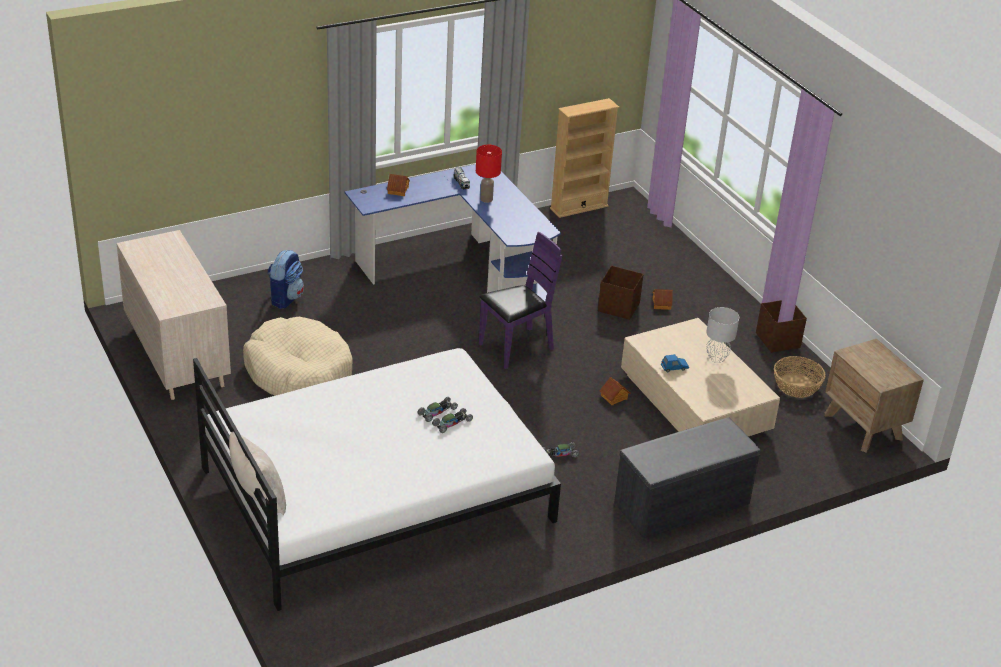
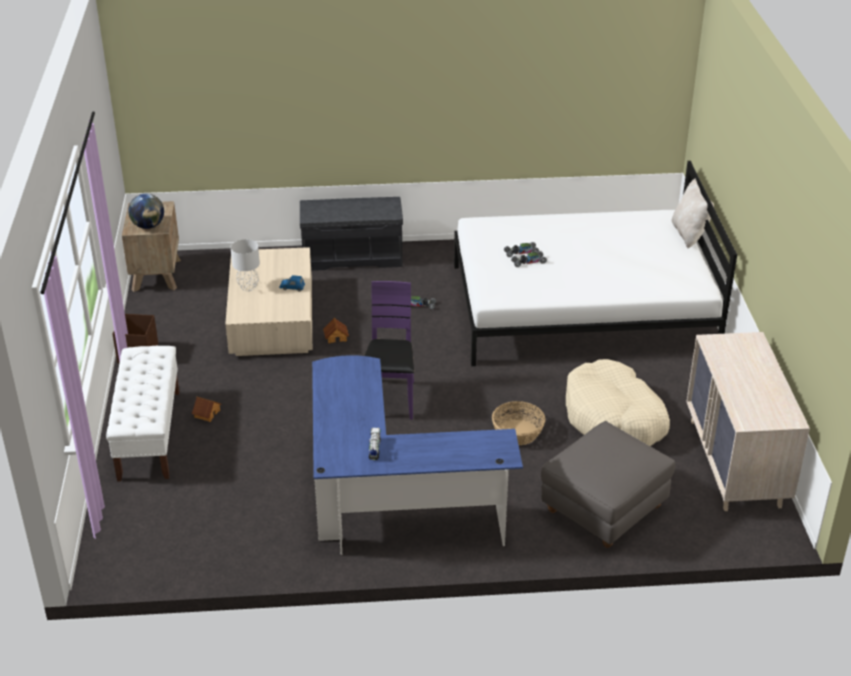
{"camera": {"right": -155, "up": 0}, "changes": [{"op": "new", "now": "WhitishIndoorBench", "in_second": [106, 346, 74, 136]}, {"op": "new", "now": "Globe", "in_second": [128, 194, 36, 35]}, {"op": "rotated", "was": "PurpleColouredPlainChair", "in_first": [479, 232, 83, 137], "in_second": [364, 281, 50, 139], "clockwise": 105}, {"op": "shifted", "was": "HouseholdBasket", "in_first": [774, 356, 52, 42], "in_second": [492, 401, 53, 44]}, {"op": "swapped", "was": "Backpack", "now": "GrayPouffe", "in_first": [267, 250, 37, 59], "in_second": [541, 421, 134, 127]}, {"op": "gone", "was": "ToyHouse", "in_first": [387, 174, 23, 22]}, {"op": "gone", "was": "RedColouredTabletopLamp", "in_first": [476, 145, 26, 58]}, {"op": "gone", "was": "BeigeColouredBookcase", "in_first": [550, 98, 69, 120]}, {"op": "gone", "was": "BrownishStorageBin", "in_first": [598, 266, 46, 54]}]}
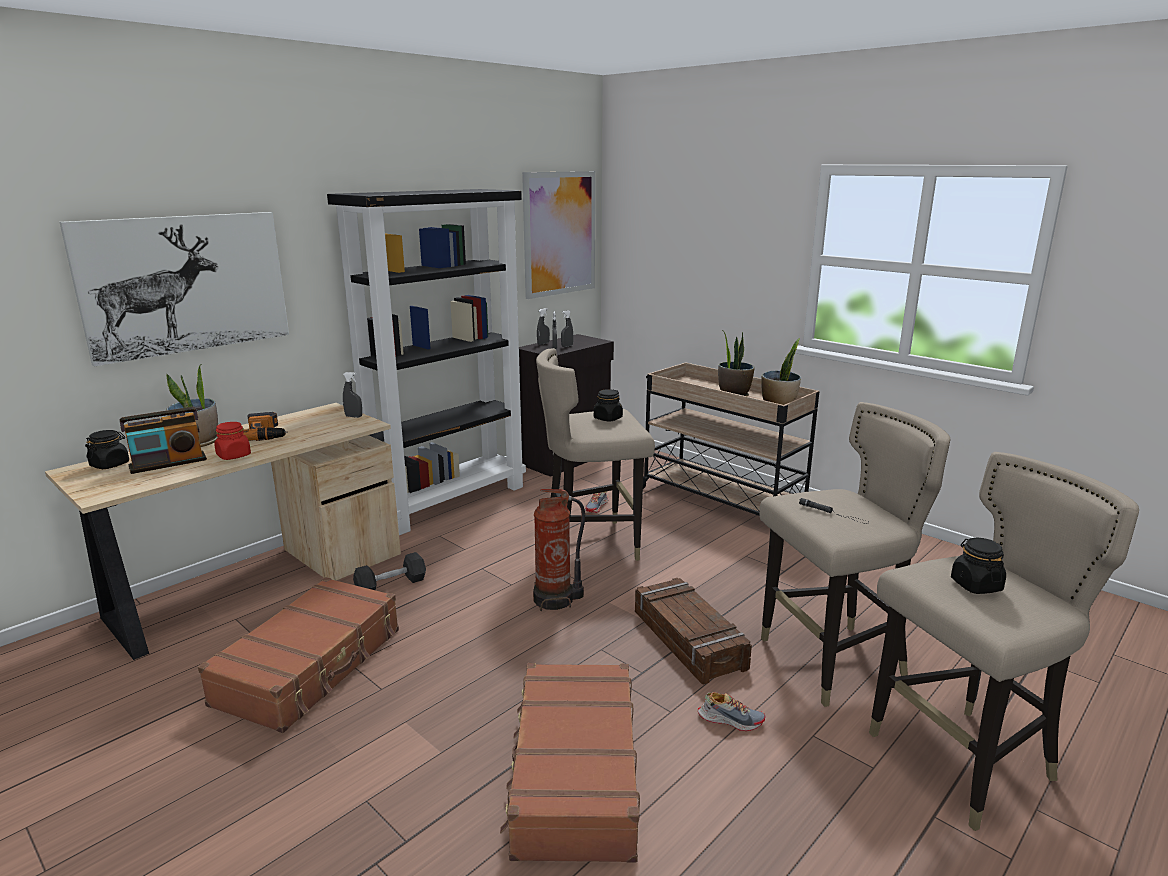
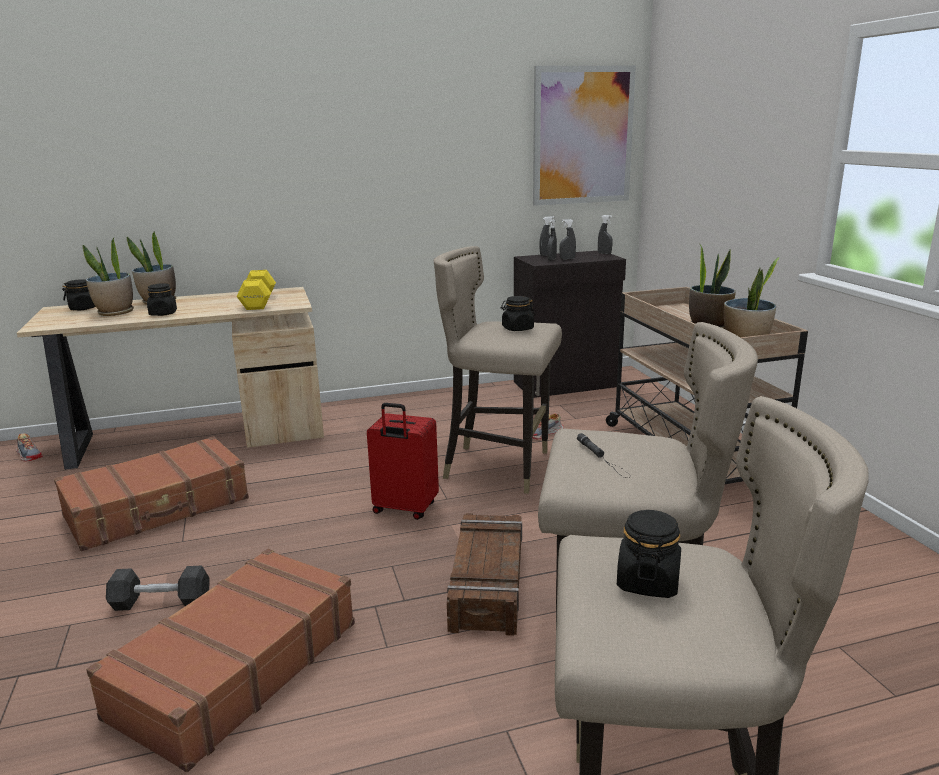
{"camera": {"right": 30, "up": 0}, "changes": [{"op": "shifted", "was": "Shoe", "in_first": [698, 692, 68, 39], "in_second": [16, 434, 27, 27]}, {"op": "swapped", "was": "RadioReceiver", "now": "Houseplant", "in_first": [119, 407, 88, 67], "in_second": [83, 238, 51, 78]}, {"op": "shifted", "was": "BlackHandWeight", "in_first": [353, 552, 73, 38], "in_second": [106, 565, 104, 46]}, {"op": "repainted", "was": "RedColouredPreserveJar", "now": "BlackPreserveJar", "in_first": [214, 422, 37, 38], "in_second": [147, 283, 30, 33]}, {"op": "new", "now": "YellowHandWeight", "in_second": [237, 270, 39, 40]}, {"op": "swapped", "was": "FireExtinguisher", "now": "RedColouredTravelCase", "in_first": [533, 489, 52, 122], "in_second": [367, 403, 72, 117]}, {"op": "shifted", "was": "GraySprayer", "in_first": [343, 372, 19, 46], "in_second": [598, 215, 15, 39]}, {"op": "gone", "was": "WallArt", "in_first": [59, 212, 230, 154]}, {"op": "gone", "was": "PowerDrill", "in_first": [243, 412, 45, 29]}, {"op": "gone", "was": "BlackBookcase", "in_first": [327, 189, 199, 346]}]}
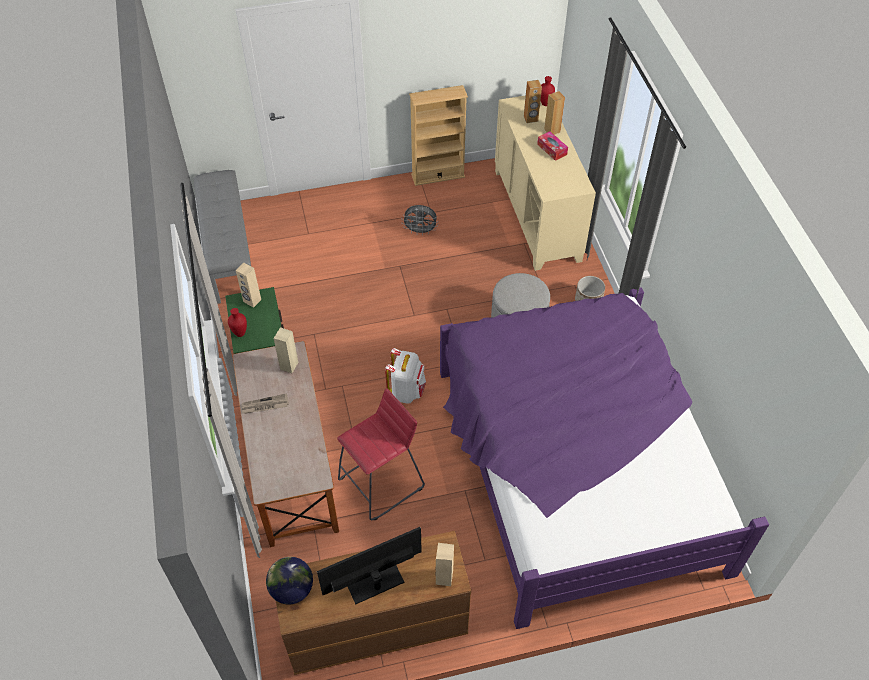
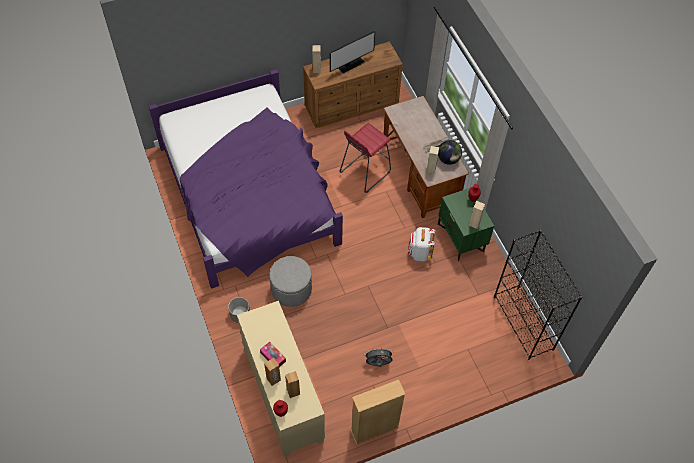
{"camera": {"right": 170, "up": 5}, "changes": [{"op": "shifted", "was": "WhitishBackpack", "in_first": [385, 348, 41, 56], "in_second": [408, 227, 27, 34]}, {"op": "shifted", "was": "Globe", "in_first": [266, 557, 47, 48], "in_second": [438, 140, 24, 25]}, {"op": "swapped", "was": "GrayIndoorBench", "now": "BlackBookcase", "in_first": [194, 170, 57, 134], "in_second": [494, 230, 89, 130]}]}
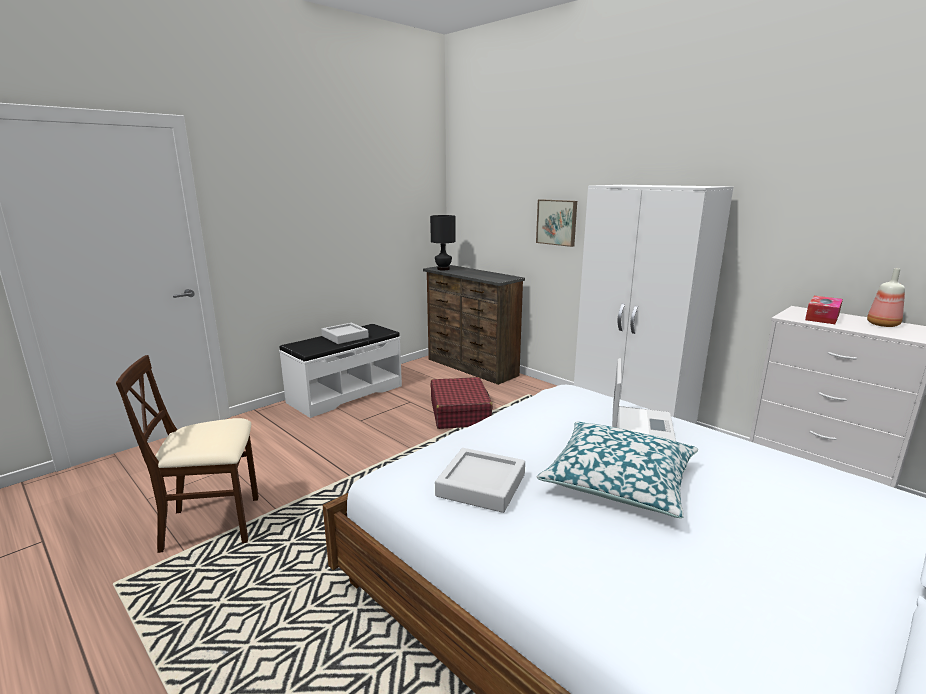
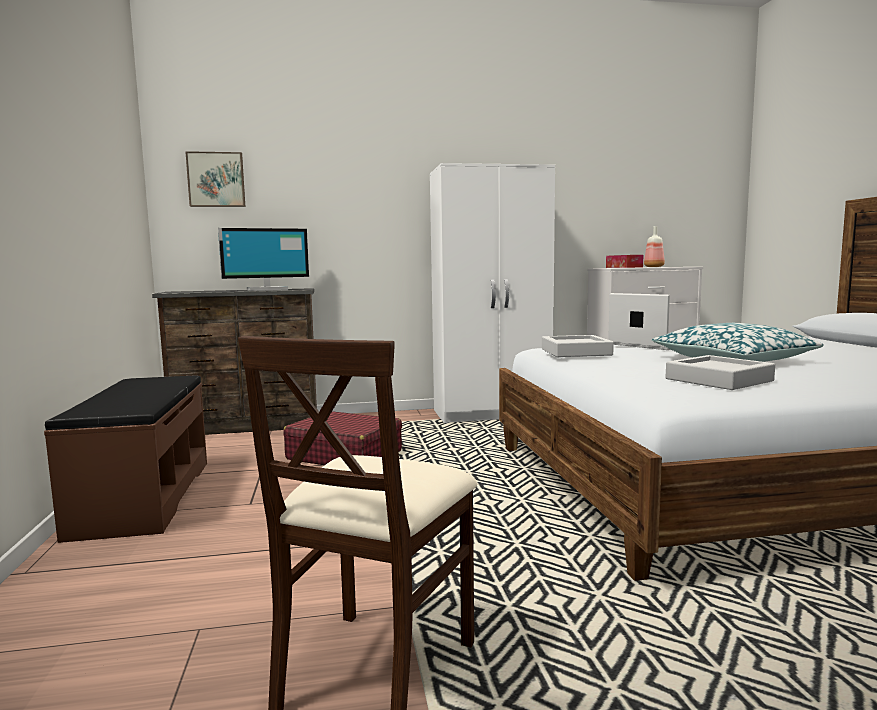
{"camera": {"right": -55, "up": -10}, "changes": [{"op": "repainted", "was": "WhitishIndoorBench", "now": "BrownishIndoorBench", "in_first": [279, 324, 123, 94], "in_second": [44, 376, 163, 167]}, {"op": "shifted", "was": "WallArt", "in_first": [536, 199, 41, 48], "in_second": [185, 151, 60, 56]}, {"op": "new", "now": "ComputerDisplay", "in_second": [218, 228, 91, 63]}, {"op": "shifted", "was": "GrayTray", "in_first": [321, 323, 48, 21], "in_second": [542, 335, 72, 22]}, {"op": "gone", "was": "BlackTabletopLamp", "in_first": [430, 215, 25, 55]}]}
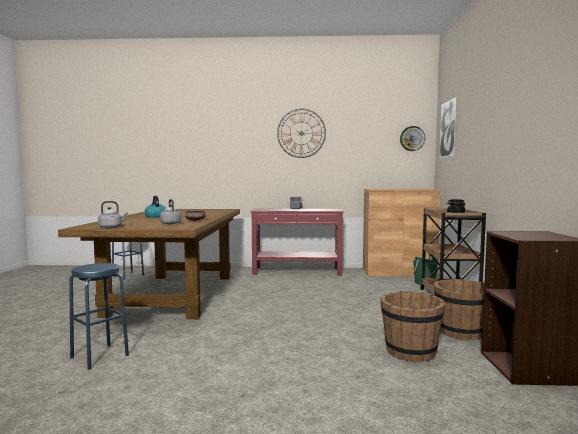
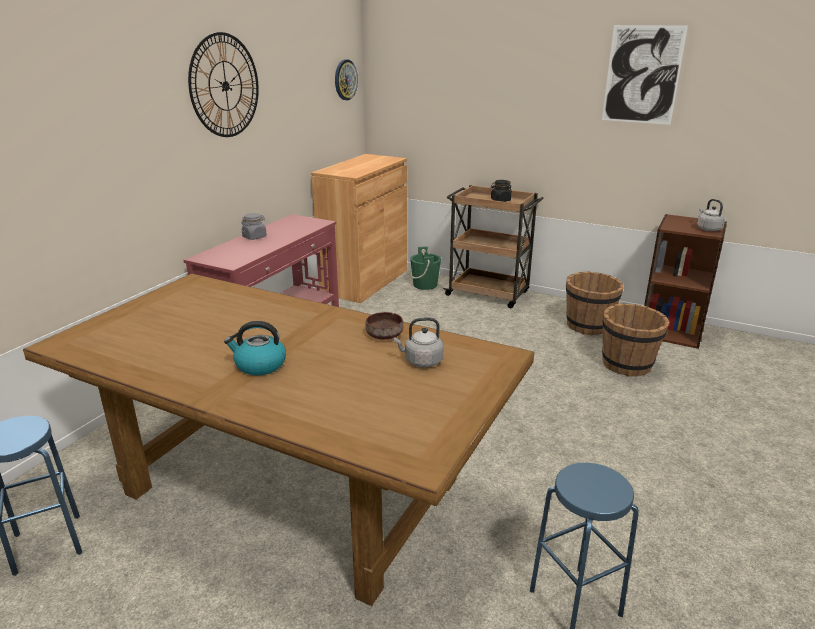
{"camera": {"right": -65, "up": 20}, "changes": [{"op": "shifted", "was": "WallArt", "in_first": [440, 97, 16, 61], "in_second": [602, 25, 86, 100]}, {"op": "shifted", "was": "GrayKettle", "in_first": [98, 201, 30, 27], "in_second": [697, 199, 28, 32]}]}
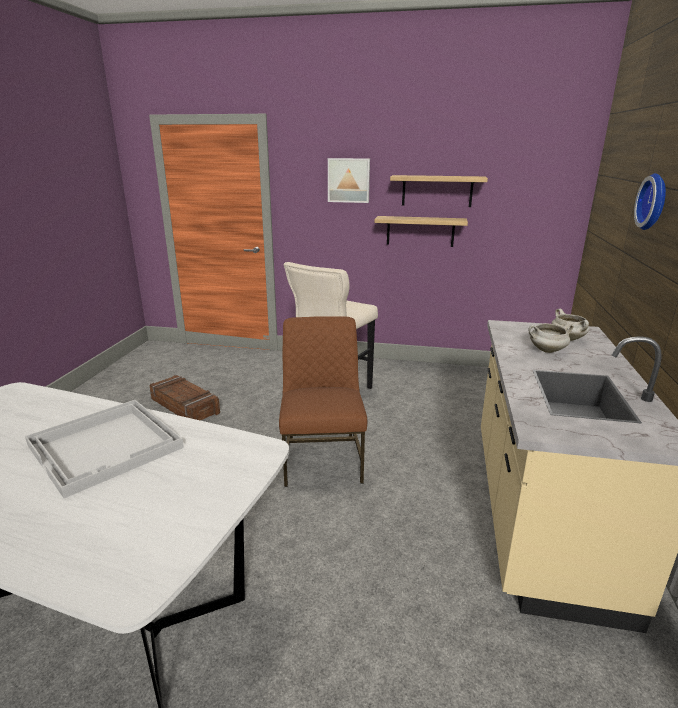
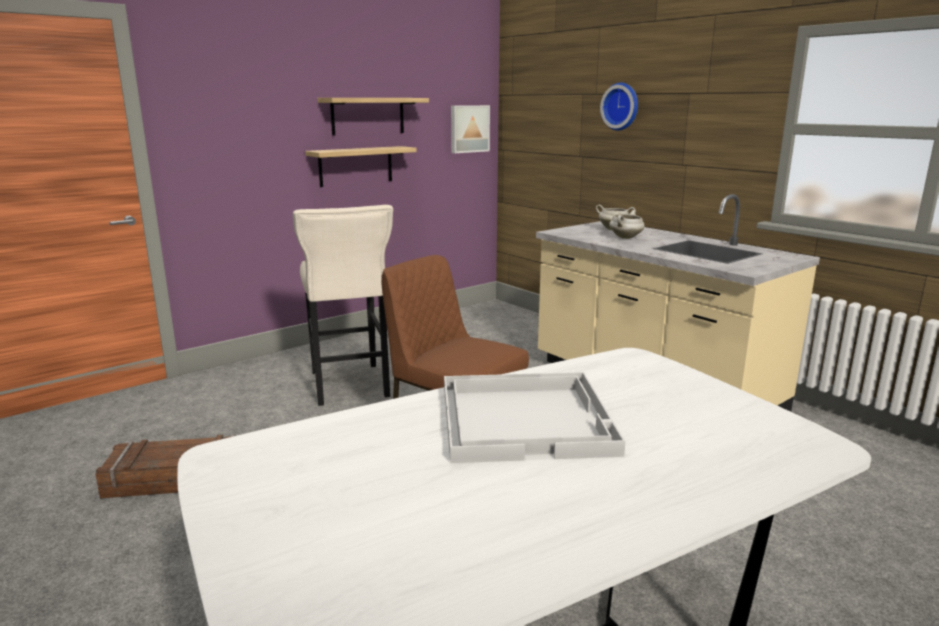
{"camera": {"right": -50, "up": -5}, "changes": [{"op": "shifted", "was": "WallArt", "in_first": [328, 158, 42, 45], "in_second": [451, 105, 39, 48]}]}
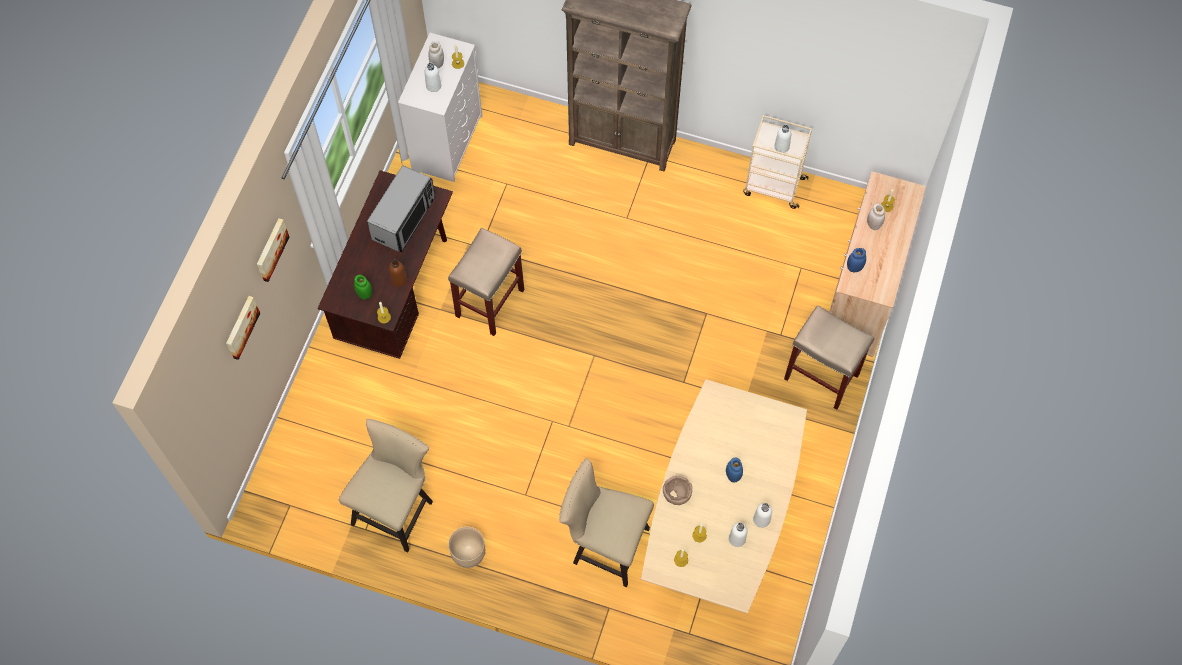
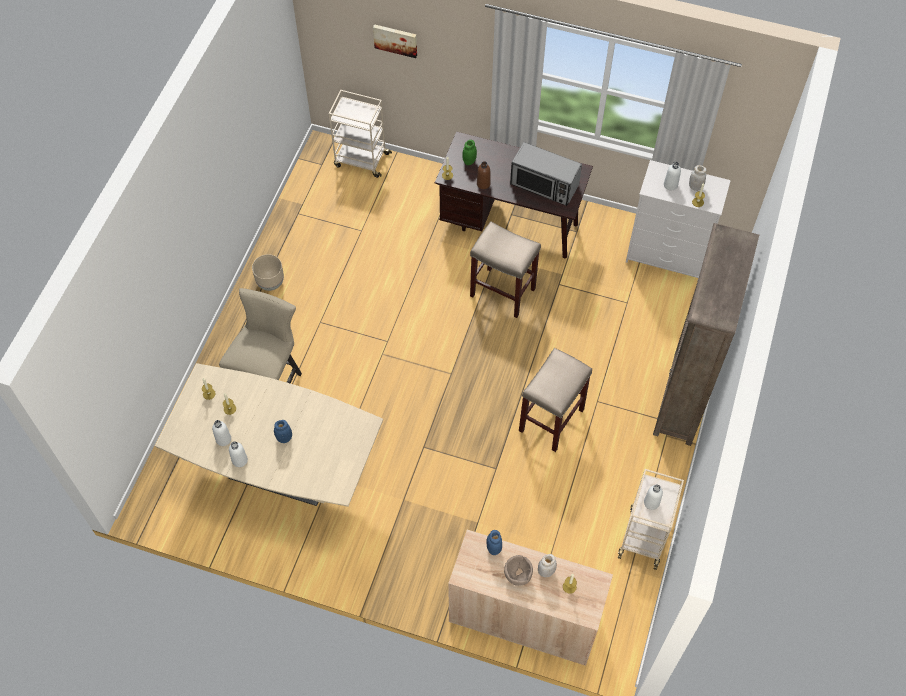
{"camera": {"right": 90, "up": -5}, "changes": [{"op": "new", "now": "BeigeColouredWheeledCart", "in_second": [329, 90, 63, 88]}, {"op": "shifted", "was": "BrownishServingBowl", "in_first": [663, 476, 29, 29], "in_second": [504, 555, 29, 31]}, {"op": "shifted", "was": "BeigeColouredStoolSeat", "in_first": [784, 305, 90, 105], "in_second": [519, 348, 73, 104]}, {"op": "gone", "was": "WallArt", "in_first": [257, 218, 32, 64]}, {"op": "gone", "was": "BeigeColouredPlainChair", "in_first": [339, 419, 94, 134]}]}
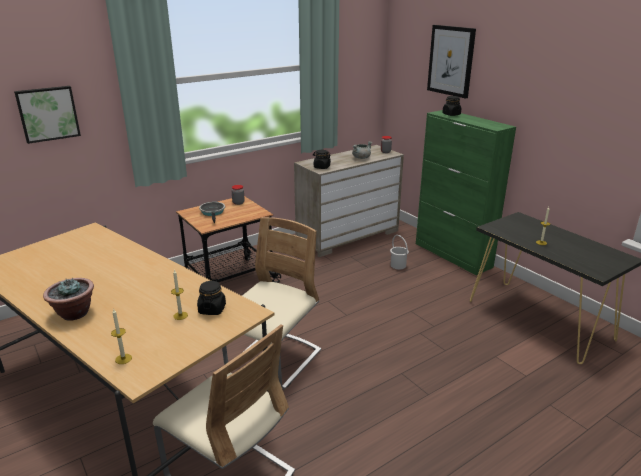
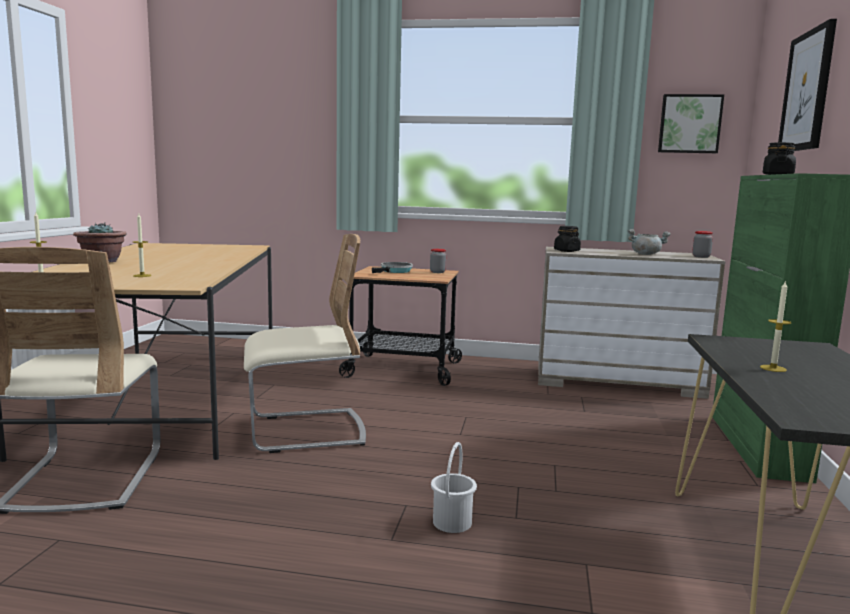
{"camera": {"right": 45, "up": -15}, "changes": [{"op": "shifted", "was": "WhitishWaterBucket", "in_first": [390, 235, 19, 34], "in_second": [431, 442, 46, 91]}, {"op": "shifted", "was": "WallArt", "in_first": [14, 86, 67, 58], "in_second": [658, 94, 66, 59]}, {"op": "gone", "was": "BlackPreserveJar", "in_first": [197, 281, 29, 34]}]}
